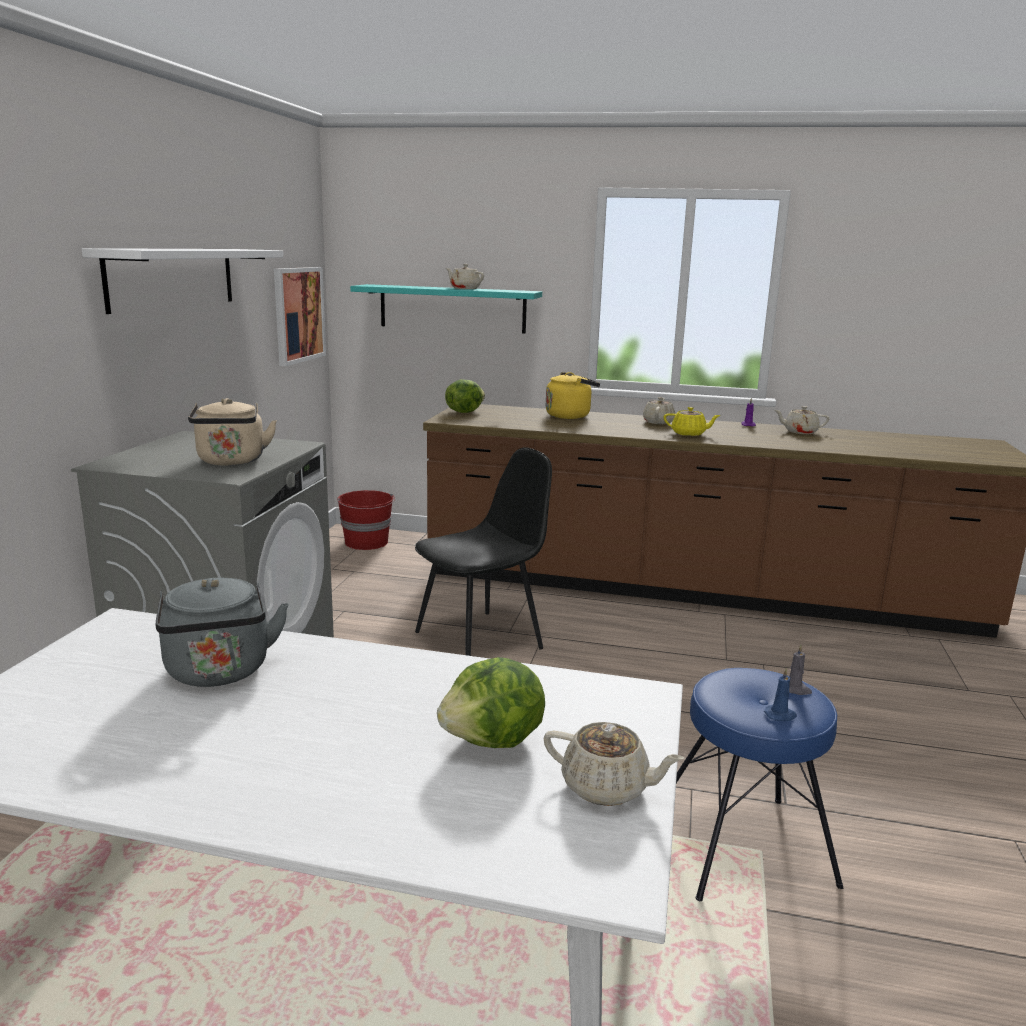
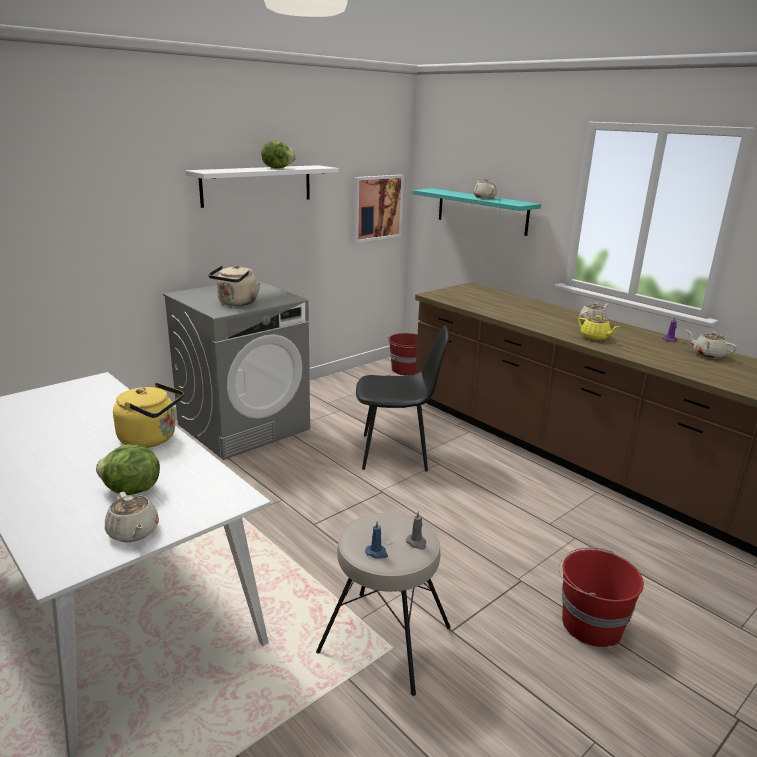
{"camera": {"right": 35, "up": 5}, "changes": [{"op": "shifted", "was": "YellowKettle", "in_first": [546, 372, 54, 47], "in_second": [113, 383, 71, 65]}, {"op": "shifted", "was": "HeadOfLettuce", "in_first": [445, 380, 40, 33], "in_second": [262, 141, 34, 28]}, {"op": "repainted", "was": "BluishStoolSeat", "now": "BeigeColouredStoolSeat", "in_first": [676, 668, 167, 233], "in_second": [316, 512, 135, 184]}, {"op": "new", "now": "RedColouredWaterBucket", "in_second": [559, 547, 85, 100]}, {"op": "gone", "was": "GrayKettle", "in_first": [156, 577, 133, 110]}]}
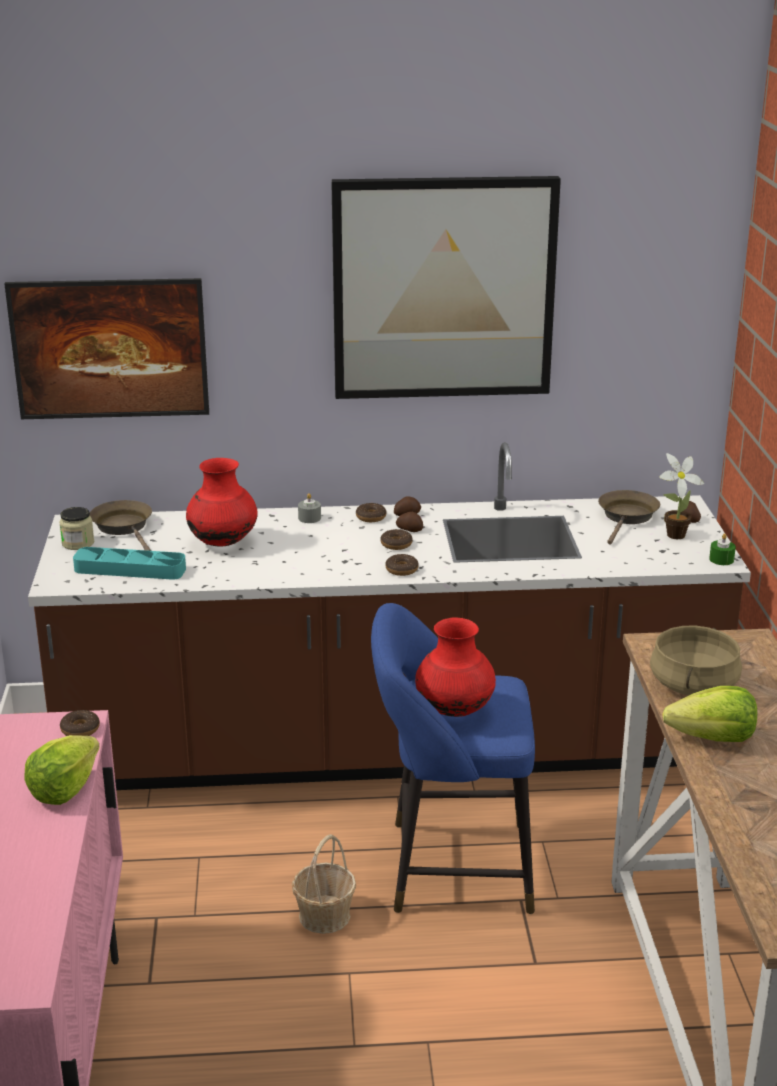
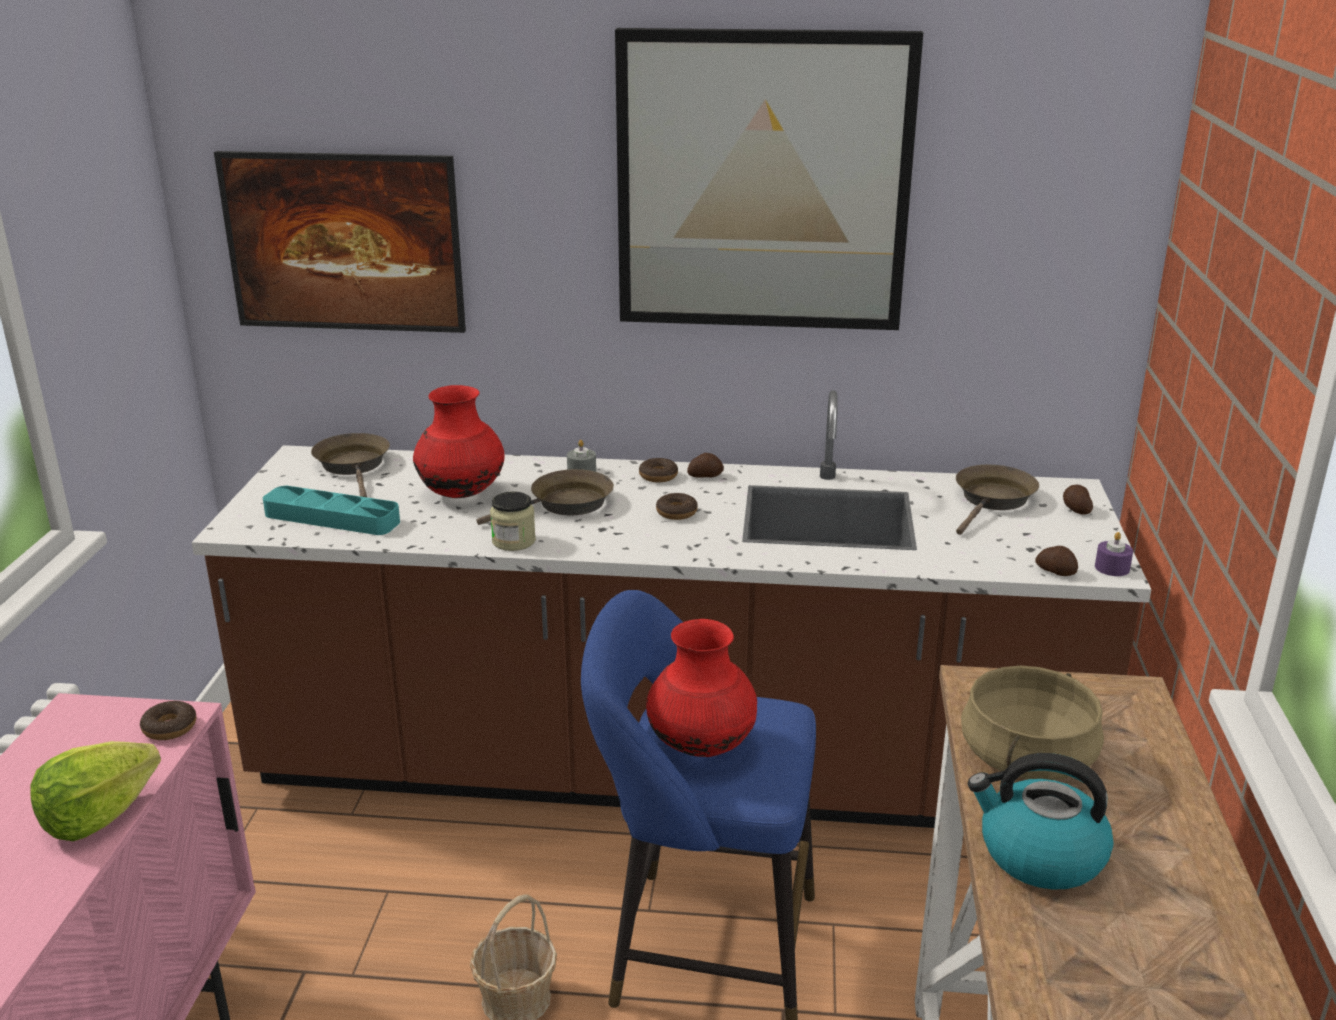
{"camera": {"right": 10, "up": 0}, "changes": [{"op": "new", "now": "BrownishSkillet", "in_second": [476, 469, 138, 56]}, {"op": "shifted", "was": "PreserveJar", "in_first": [59, 507, 35, 43], "in_second": [490, 491, 46, 60]}, {"op": "swapped", "was": "HeadOfLettuce", "now": "Kettle", "in_first": [662, 686, 95, 56], "in_second": [968, 753, 146, 137]}, {"op": "shifted", "was": "WholePotato", "in_first": [396, 512, 27, 20], "in_second": [1035, 546, 43, 30]}, {"op": "repainted", "was": "GreenColouredCandle", "now": "PurpleColouredCandle", "in_first": [709, 533, 27, 32], "in_second": [1095, 532, 38, 44]}, {"op": "gone", "was": "Donut", "in_first": [385, 554, 34, 22]}, {"op": "gone", "was": "Houseplant", "in_first": [659, 453, 45, 86]}]}
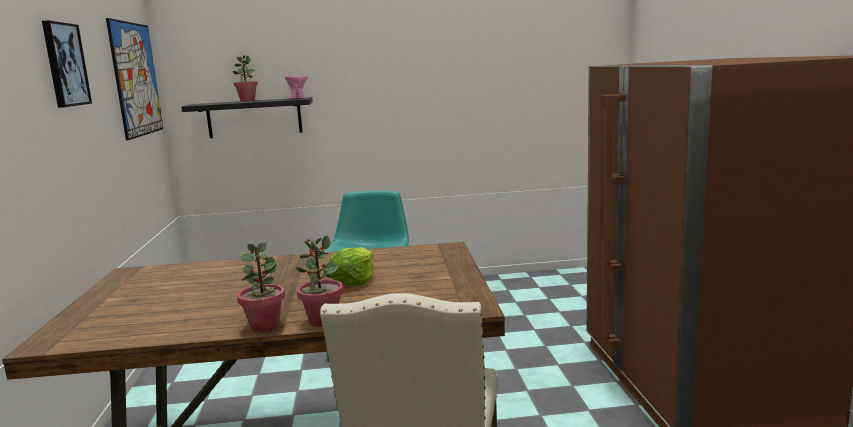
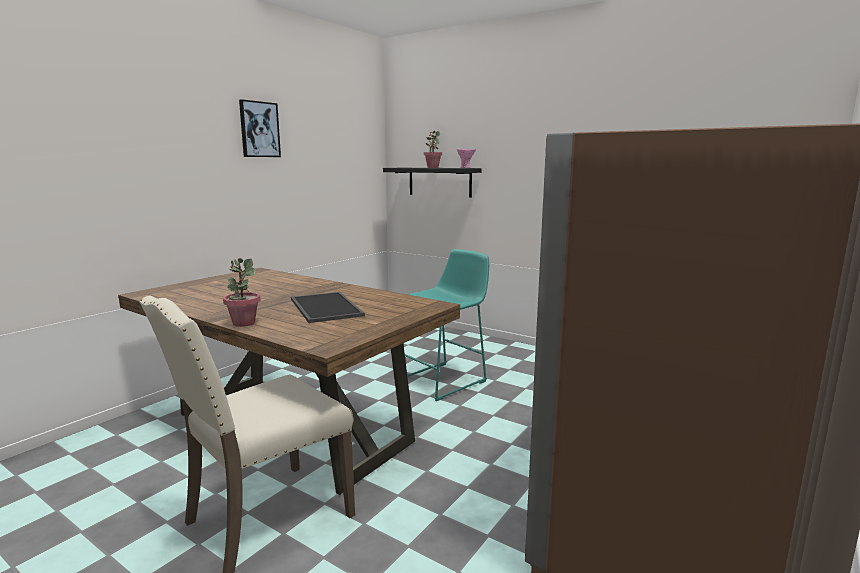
{"camera": {"right": 40, "up": 0}, "changes": [{"op": "swapped", "was": "HeadOfLettuce", "now": "Tray", "in_first": [329, 247, 45, 39], "in_second": [291, 292, 74, 31]}, {"op": "gone", "was": "WallArt", "in_first": [106, 18, 57, 123]}, {"op": "gone", "was": "Houseplant", "in_first": [237, 242, 48, 90]}]}
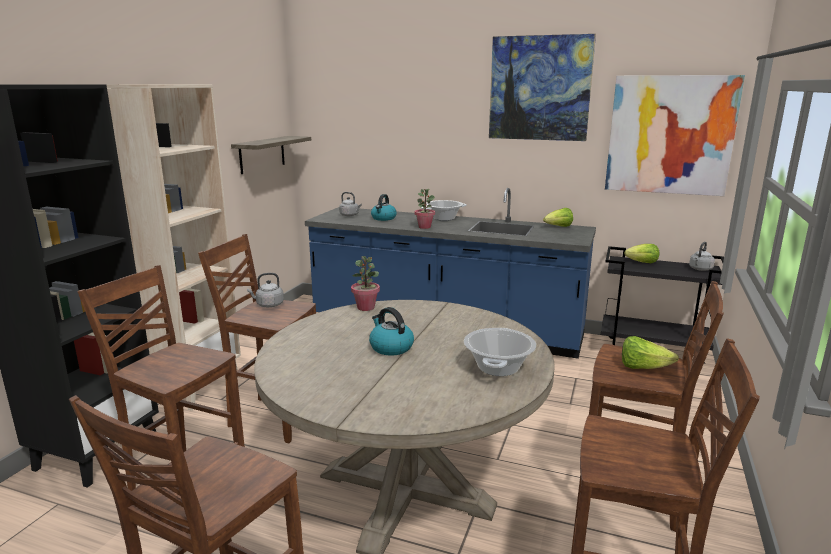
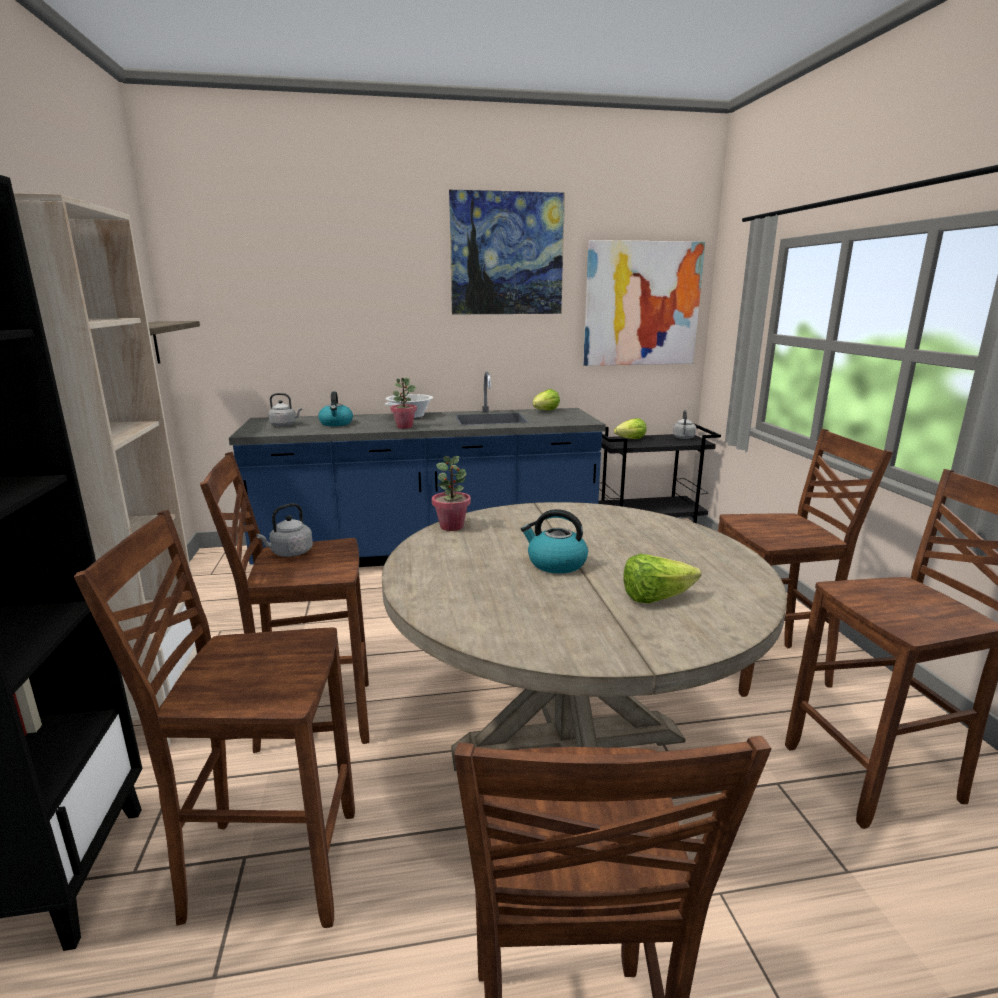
{"camera": {"right": -30, "up": 0}, "changes": [{"op": "shifted", "was": "HeadOfLettuce", "in_first": [622, 336, 57, 33], "in_second": [624, 554, 77, 49]}, {"op": "gone", "was": "Saucepot", "in_first": [464, 328, 72, 48]}]}
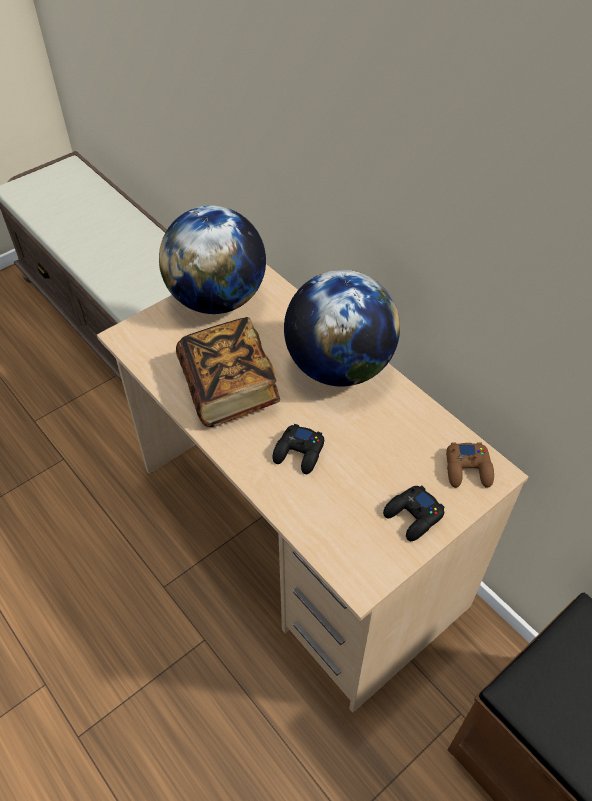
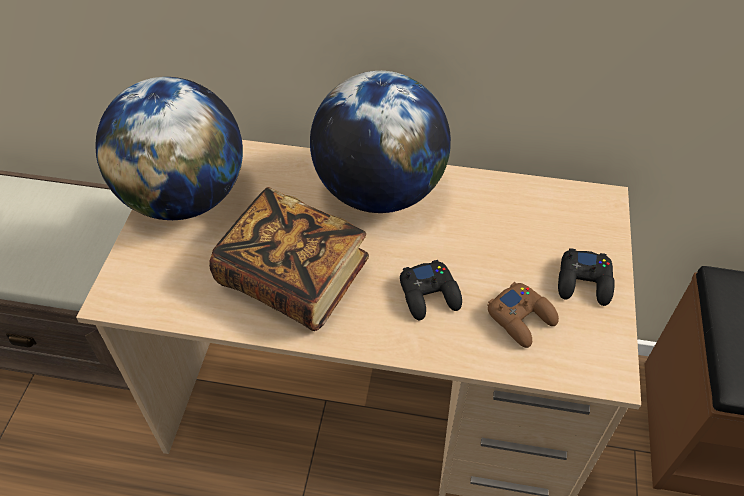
{"camera": {"right": -40, "up": 0}, "changes": [{"op": "shifted", "was": "BrownishJoypad", "in_first": [446, 443, 48, 45], "in_second": [488, 282, 71, 66]}]}
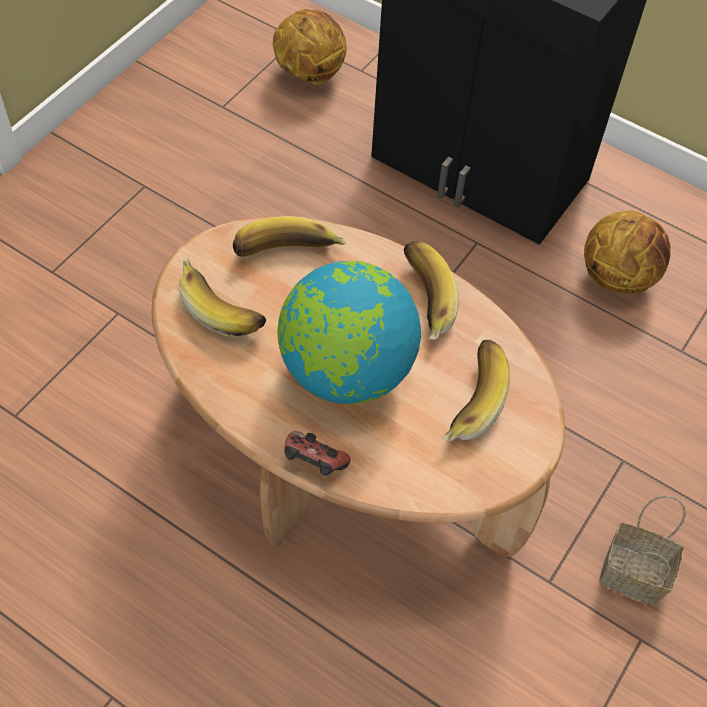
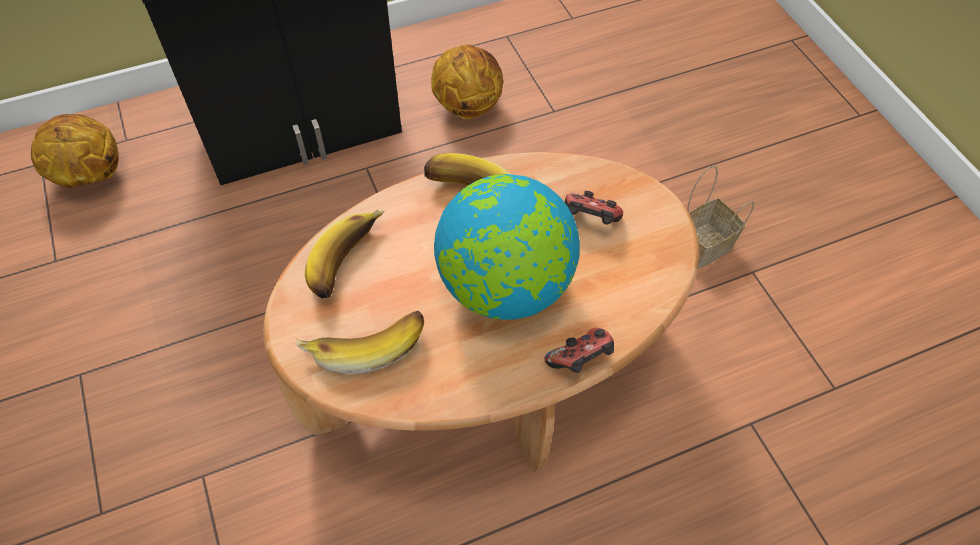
{"camera": {"right": -55, "up": 0}, "changes": [{"op": "swapped", "was": "Banana", "now": "Joypad", "in_first": [441, 340, 69, 101], "in_second": [565, 191, 58, 34]}]}
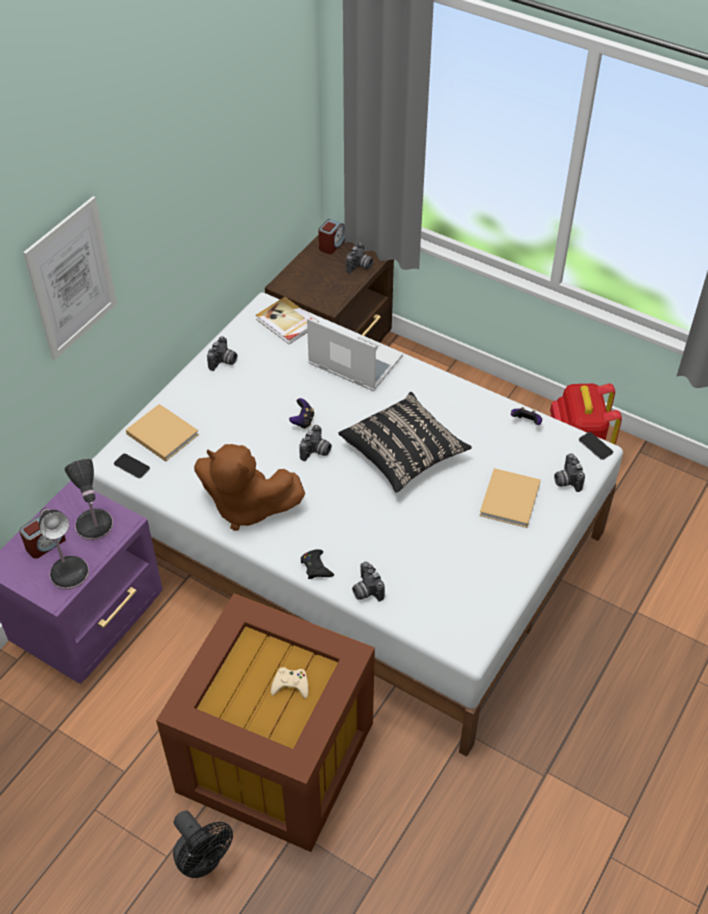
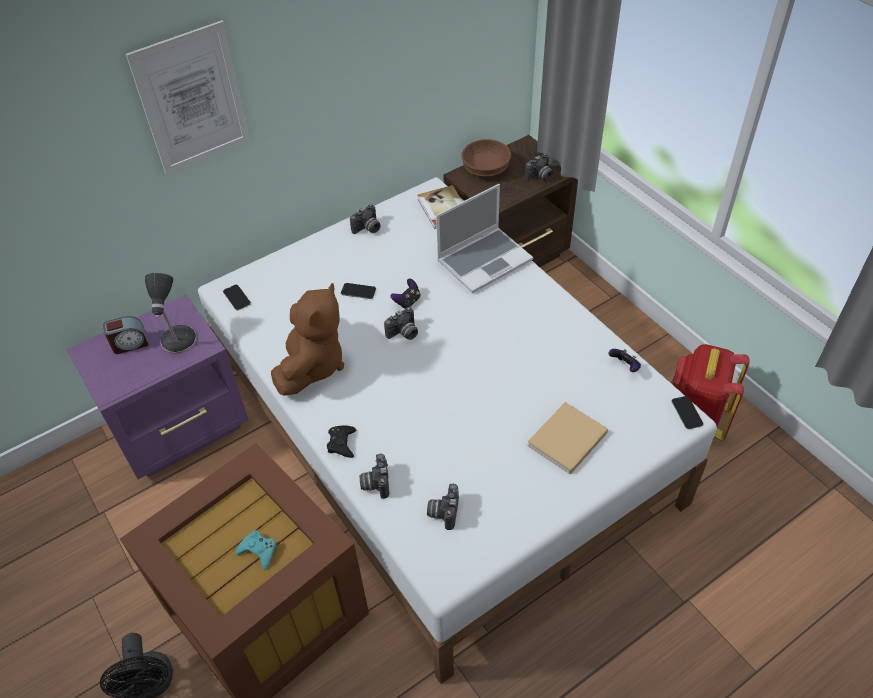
{"camera": {"right": 25, "up": 0}, "changes": [{"op": "repainted", "was": "BeigeColouredJoypad", "now": "TurquoiseJoypad", "in_first": [271, 667, 37, 32], "in_second": [235, 530, 42, 40]}, {"op": "rotated", "was": "BrownishSoftToy", "in_first": [194, 444, 111, 87], "in_second": [271, 283, 73, 112], "clockwise": -120}, {"op": "new", "now": "Telephone", "in_second": [341, 283, 35, 16]}, {"op": "shifted", "was": "StillCamera", "in_first": [554, 453, 31, 39], "in_second": [427, 484, 32, 46]}, {"op": "rotated", "was": "PortableComputer", "in_first": [307, 318, 96, 73], "in_second": [436, 184, 97, 109], "clockwise": 90}, {"op": "new", "now": "BrownishServingBowl", "in_second": [462, 139, 49, 37]}, {"op": "gone", "was": "TabletopLamp", "in_first": [39, 508, 50, 81]}, {"op": "gone", "was": "BeigeColouredVolume", "in_first": [126, 404, 73, 58]}, {"op": "gone", "was": "TableClock", "in_first": [318, 219, 27, 35]}, {"op": "gone", "was": "BlackThrowPillow", "in_first": [338, 392, 134, 101]}]}
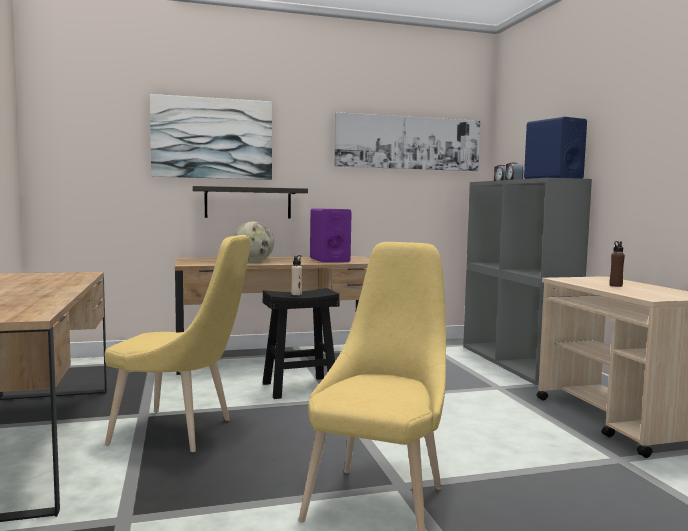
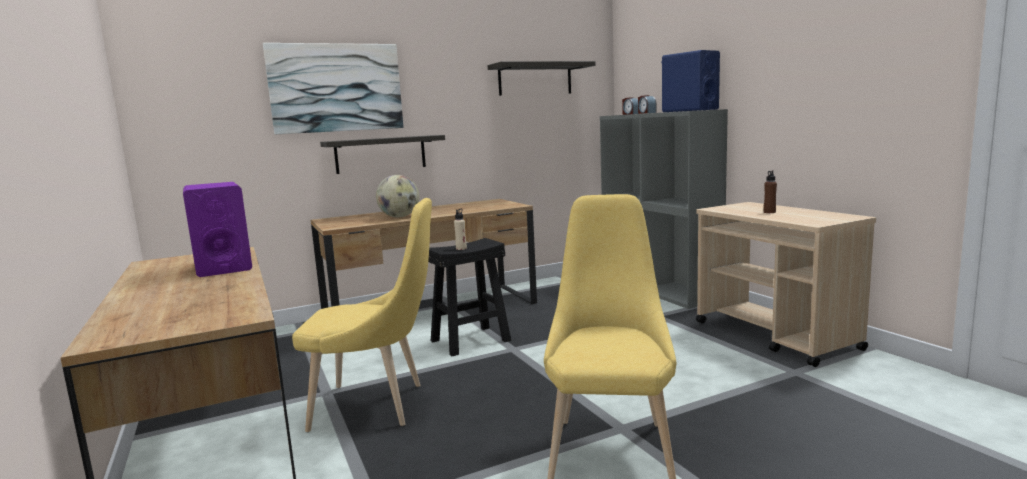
{"camera": {"right": -10, "up": 5}, "changes": [{"op": "shifted", "was": "PurpleColouredSpeaker", "in_first": [310, 208, 42, 54], "in_second": [183, 182, 69, 95]}, {"op": "swapped", "was": "WallArt", "now": "WallShelf", "in_first": [334, 112, 146, 59], "in_second": [488, 61, 107, 35]}]}
